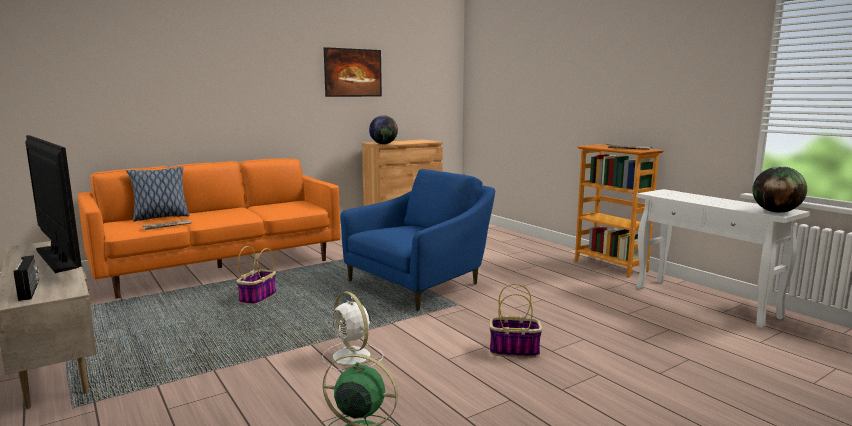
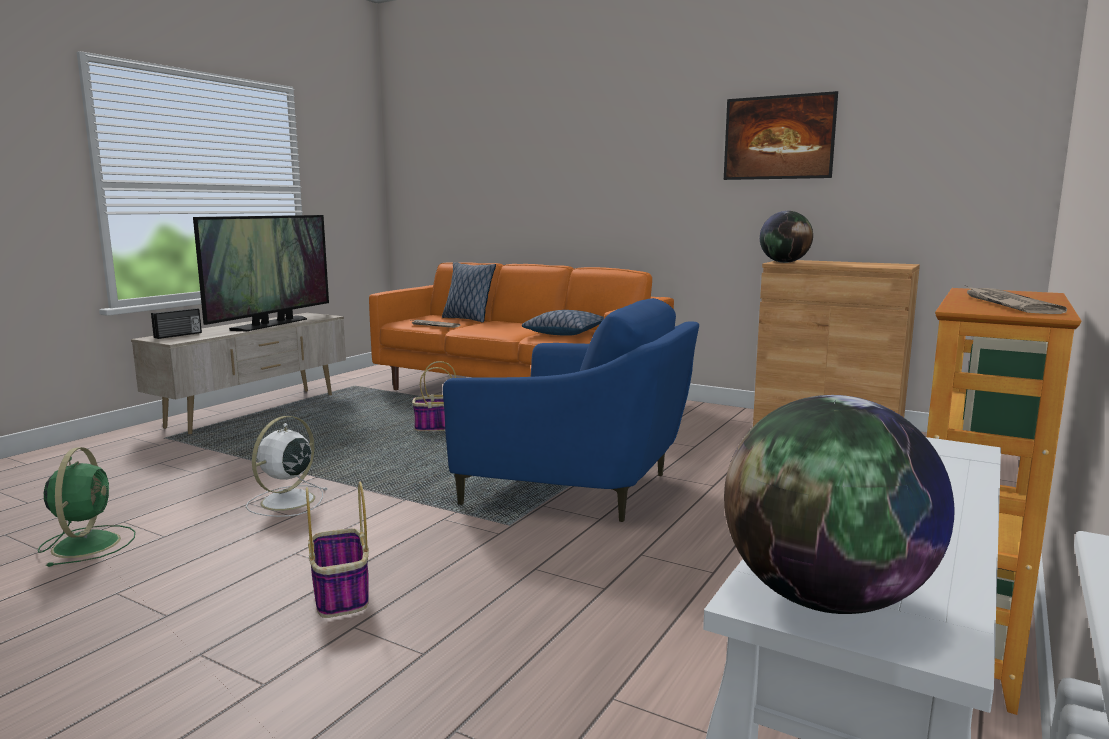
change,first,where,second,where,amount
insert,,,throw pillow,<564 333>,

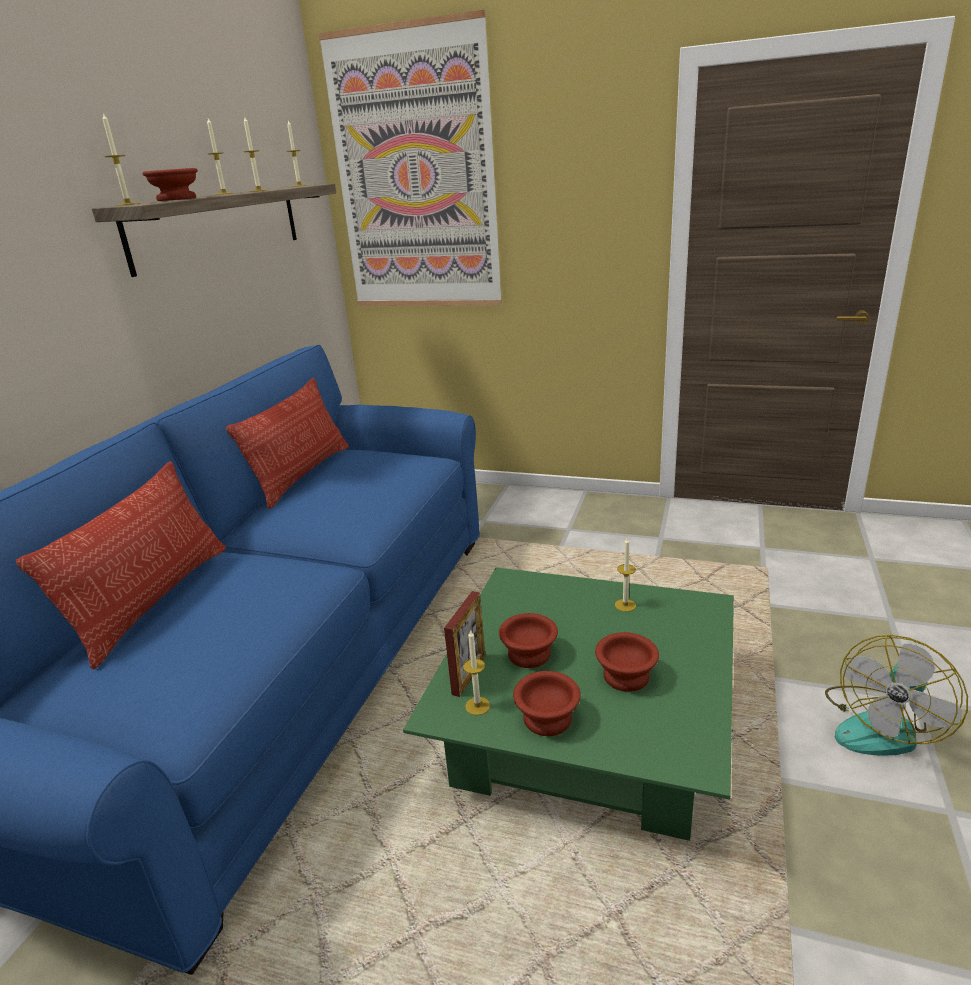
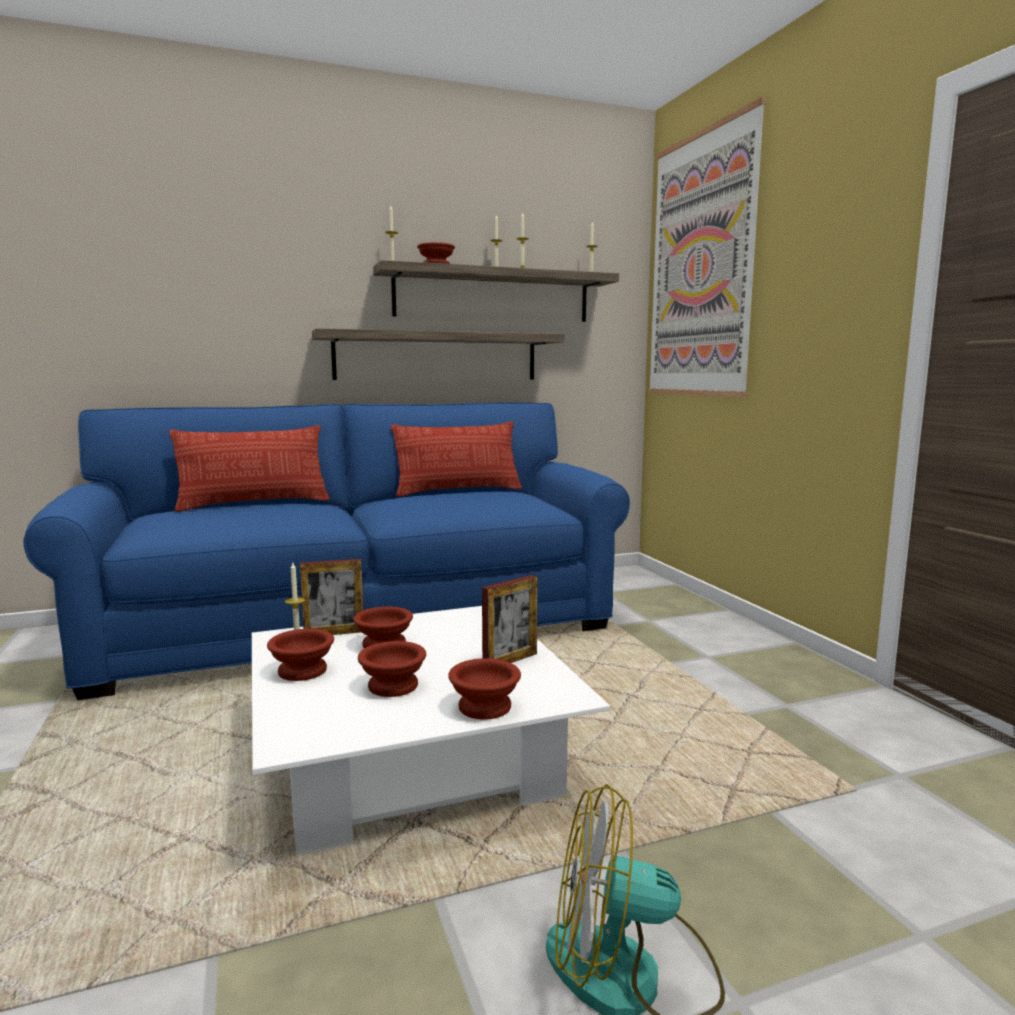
change,first,where,second,where,amount
recolor,lounge table (greenish),<585 725>,lounge table (white),<412 755>,
replace,wax light,<625 605>,photo frame,<510 661>,
insert,,,wall shelf,<437 356>,
insert,,,deep dish (brown),<487 707>,

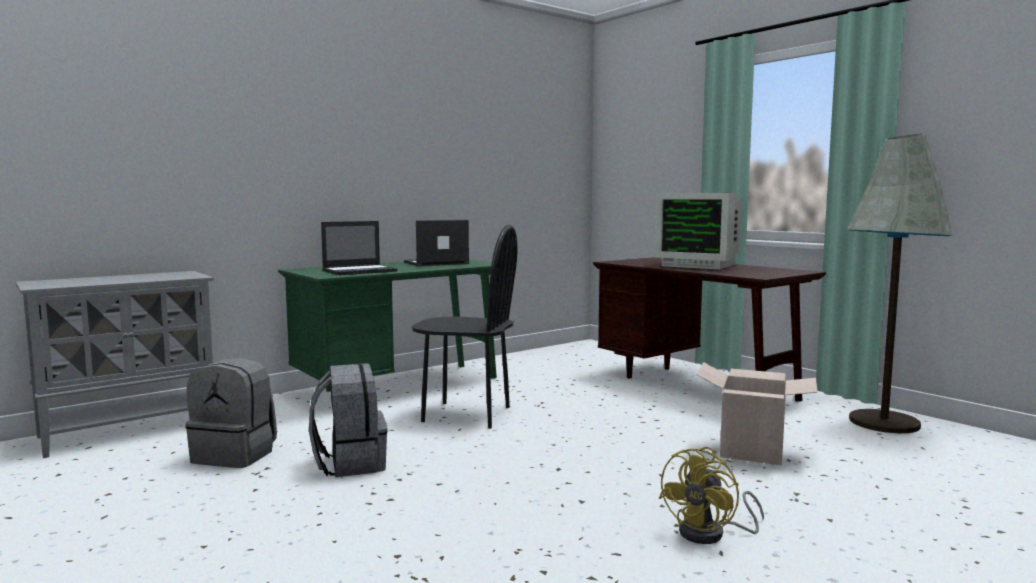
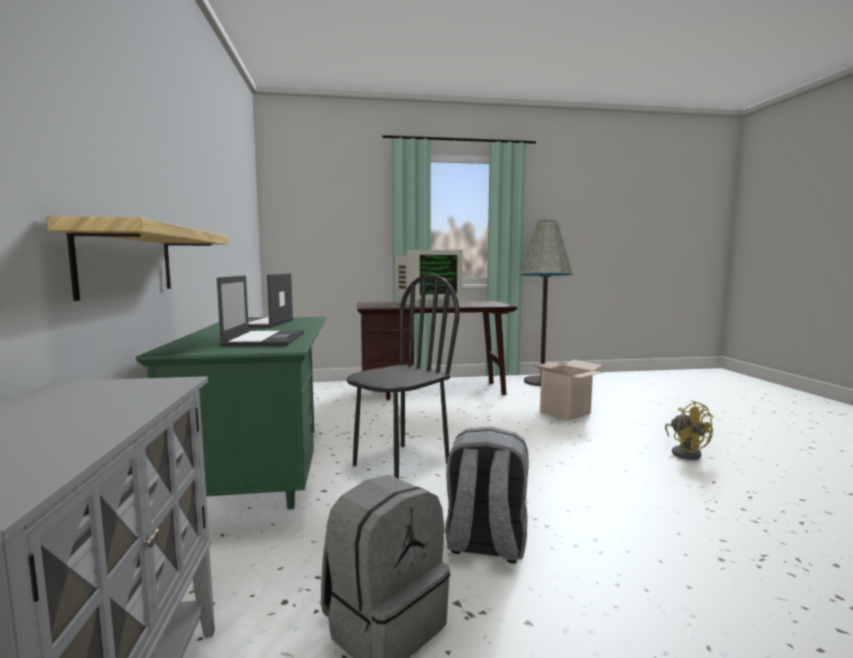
change,first,where,second,where,amount
insert,,,wall shelf,<128 261>,

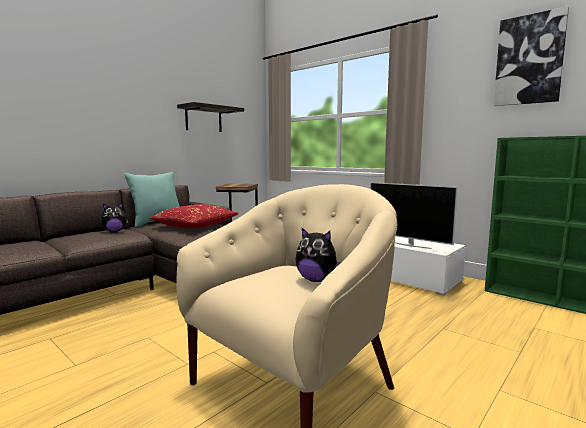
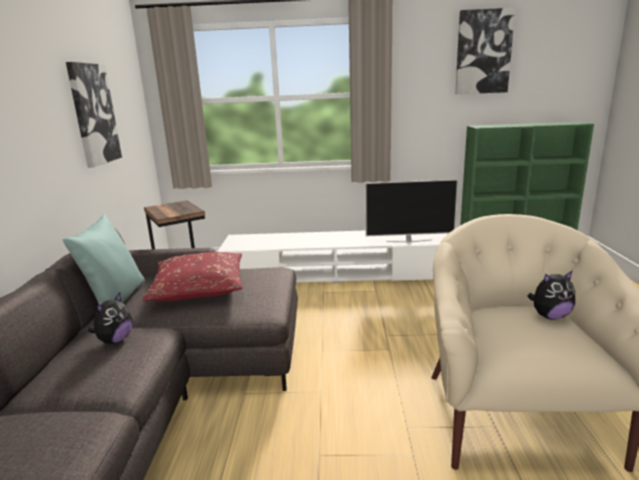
change,first,where,second,where,amount
replace,wall shelf,<203 119>,wall art,<93 114>,

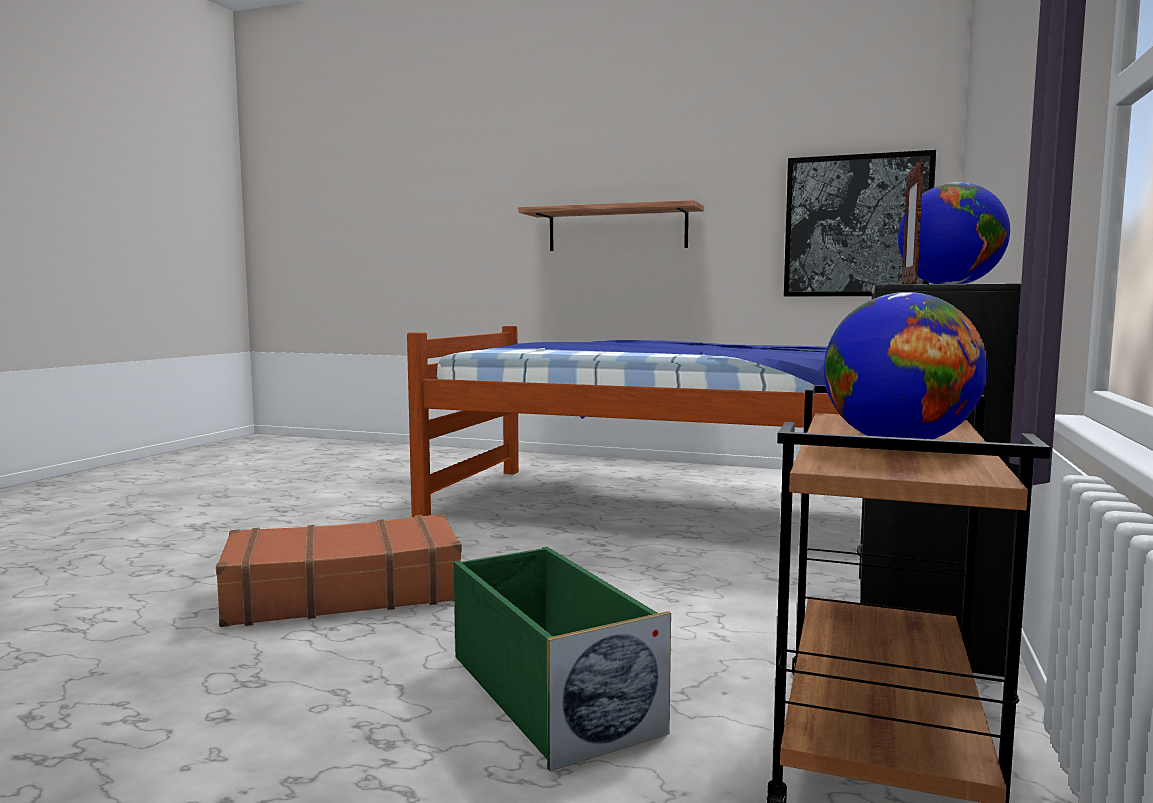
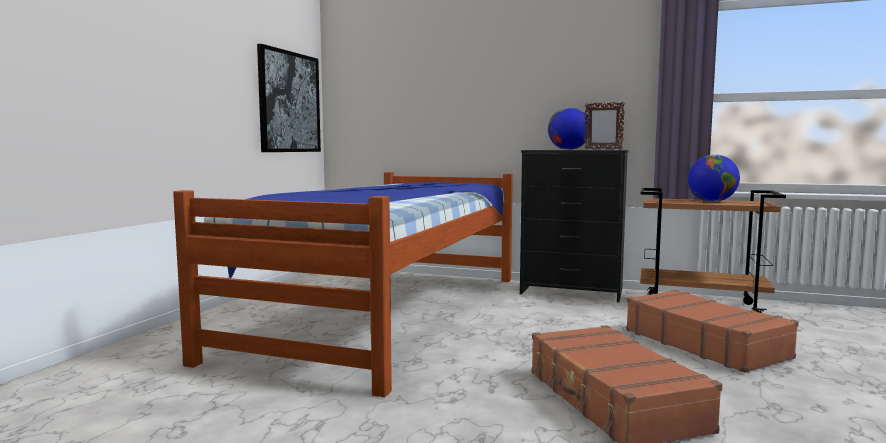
change,first,where,second,where,amount
replace,storage box (greenish),<548 692>,travel case (brown),<705 344>,
delete,wall shelf,<617 229>,,,

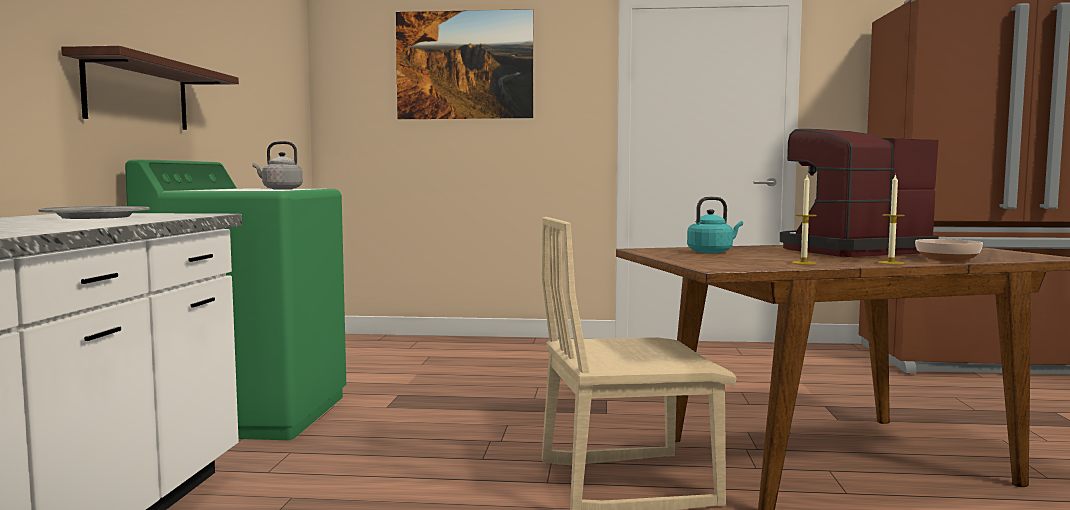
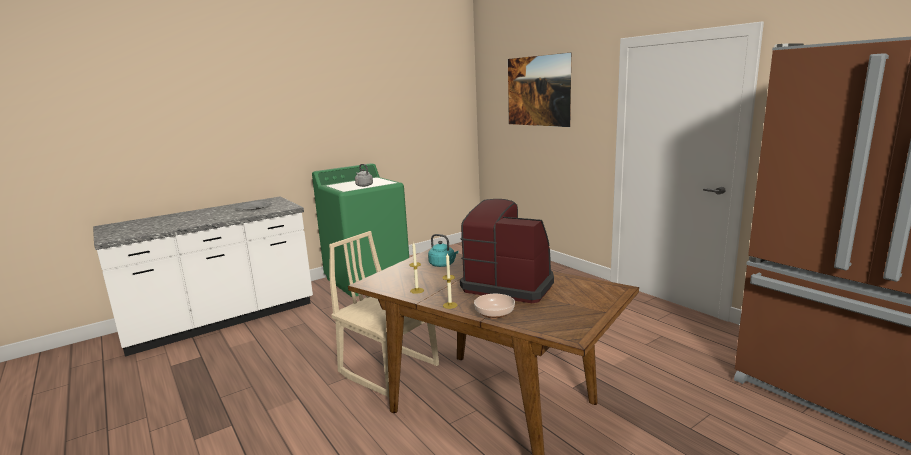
change,first,where,second,where,amount
delete,wall shelf,<137 94>,,,

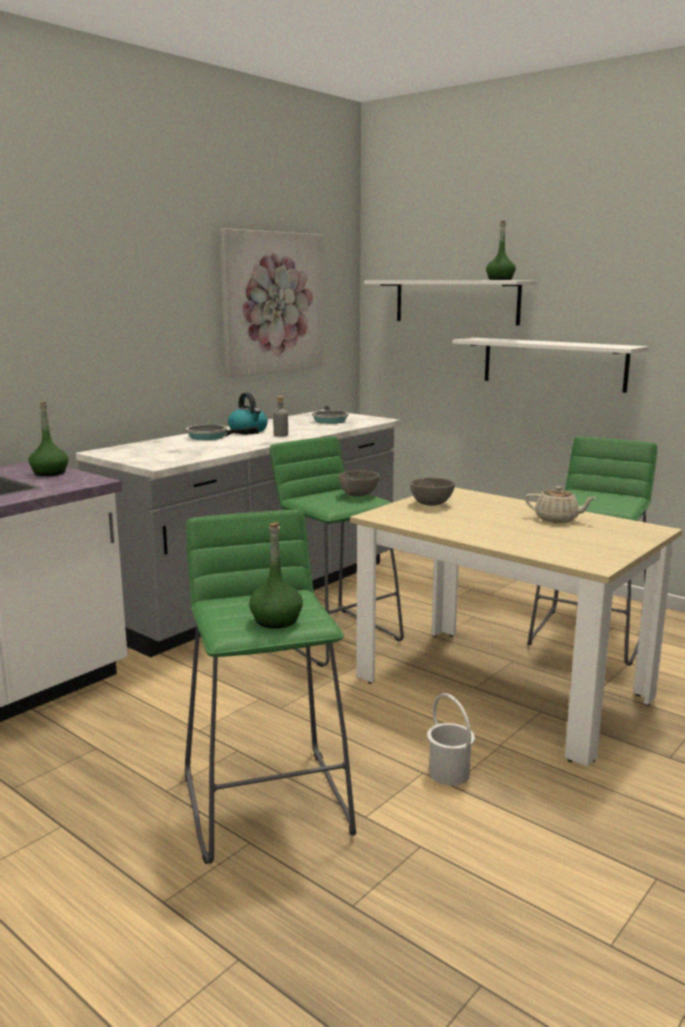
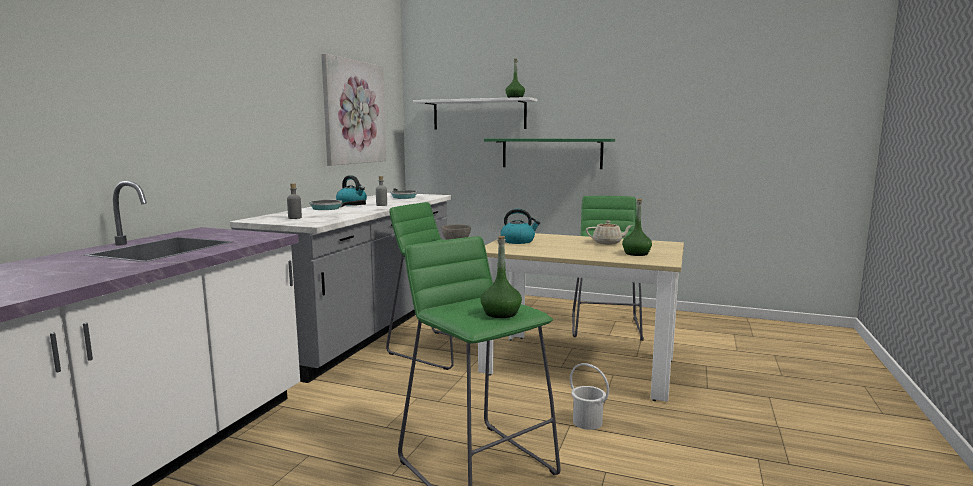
change,first,where,second,where,amount
move,bottle (greenish),<49 473>,,<636 254>,
replace,deep dish (grey),<431 504>,kettle,<518 241>,
recolor,wall shelf (white),<553 364>,wall shelf (greenish),<551 153>,
insert,,,bottle (grey),<295 218>,

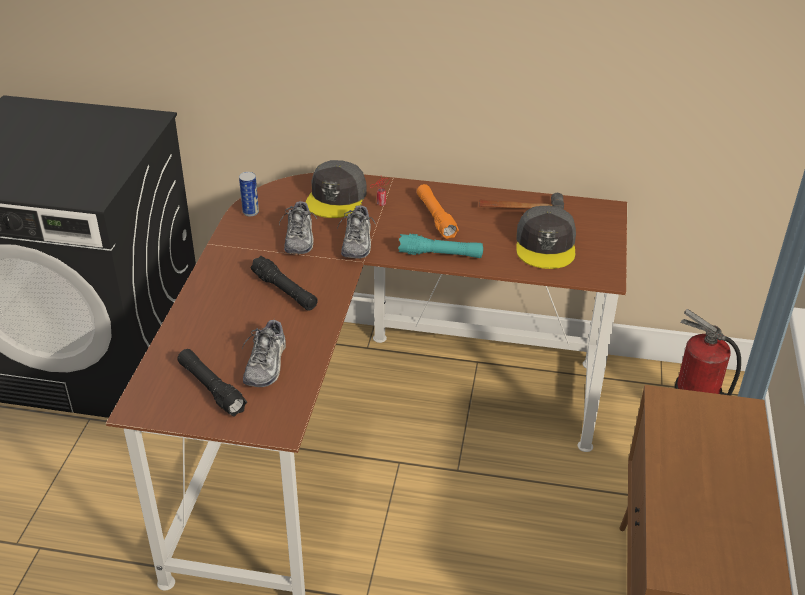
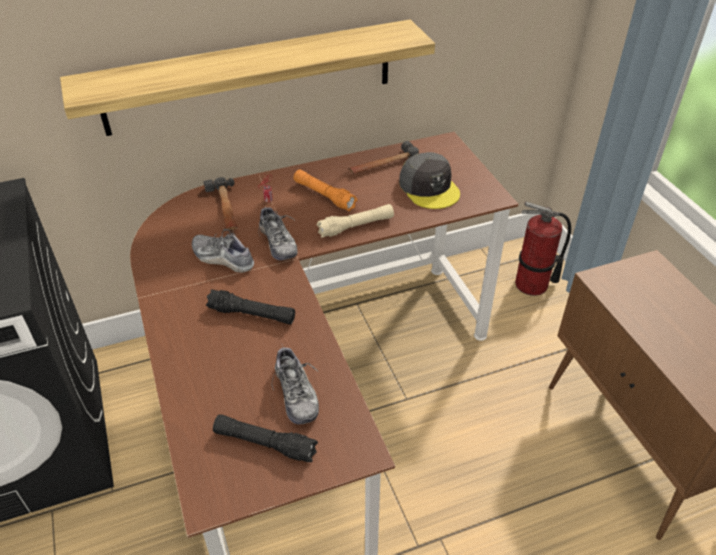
change,first,where,second,where,amount
delete,sealed can,<250 212>,,,
rotate,item of footwear,<299 238>,,<223 258>,150 degrees clockwise
replace,baseball cap (grey),<337 198>,hammer,<224 208>,
recolor,hand torch (turquoise-coloured),<440 254>,hand torch (beige),<356 226>,
insert,,,wall shelf,<250 77>,

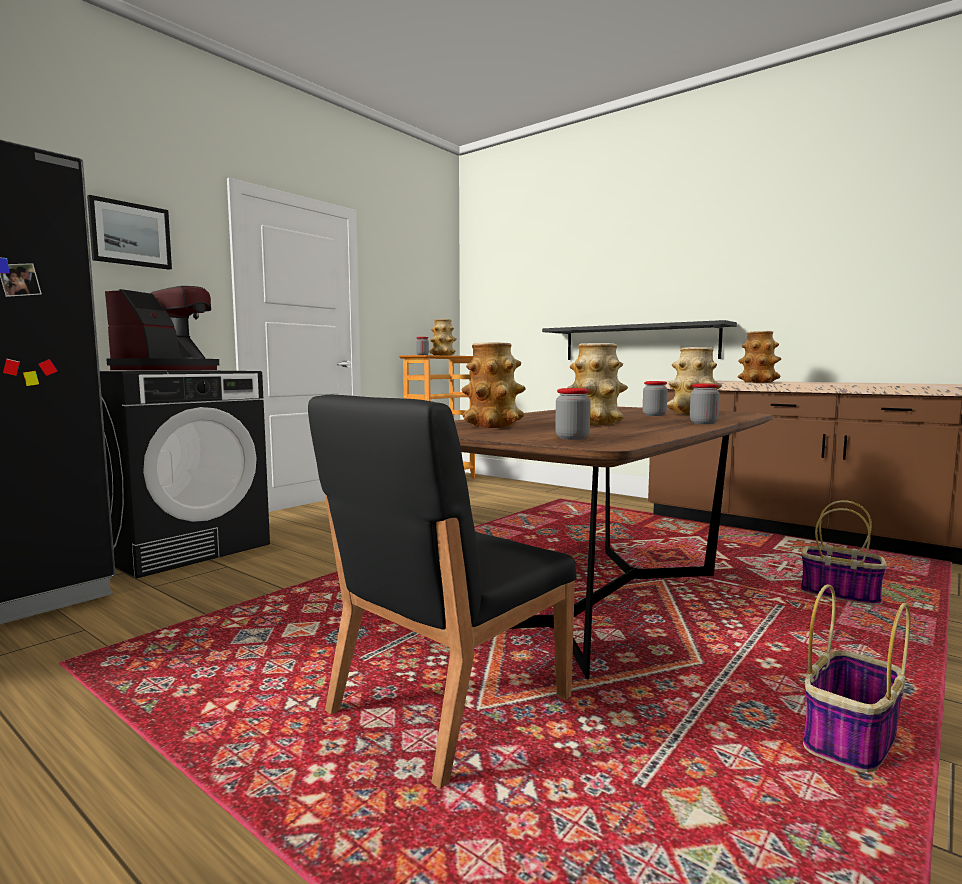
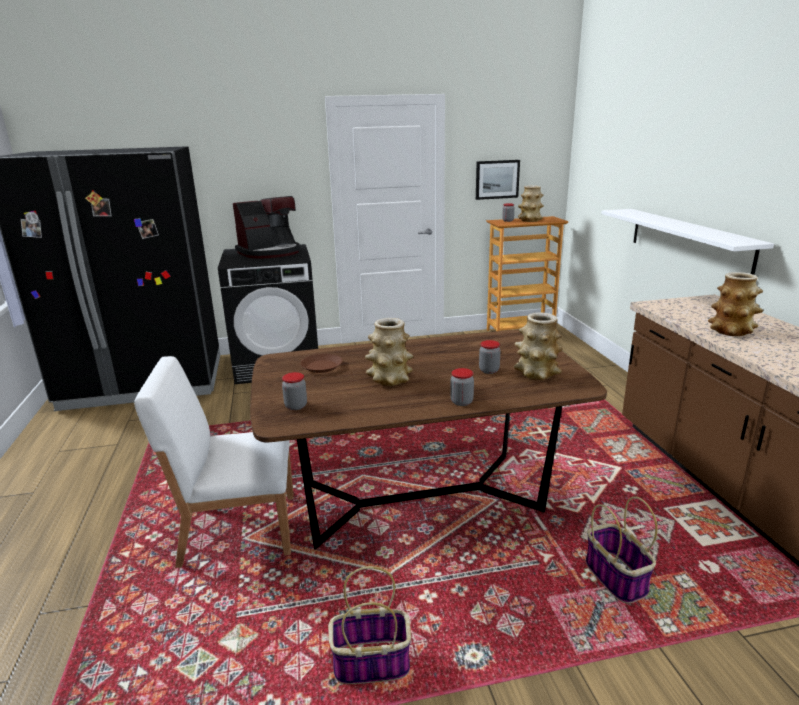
change,first,where,second,where,amount
move,wall art,<130 234>,,<497 179>,
recolor,chair (blackish),<446 706>,chair (white),<237 529>,
replace,vase,<493 425>,dinner plate (brown),<322 366>,
recolor,wall shelf (blackish),<639 343>,wall shelf (white),<688 241>,

